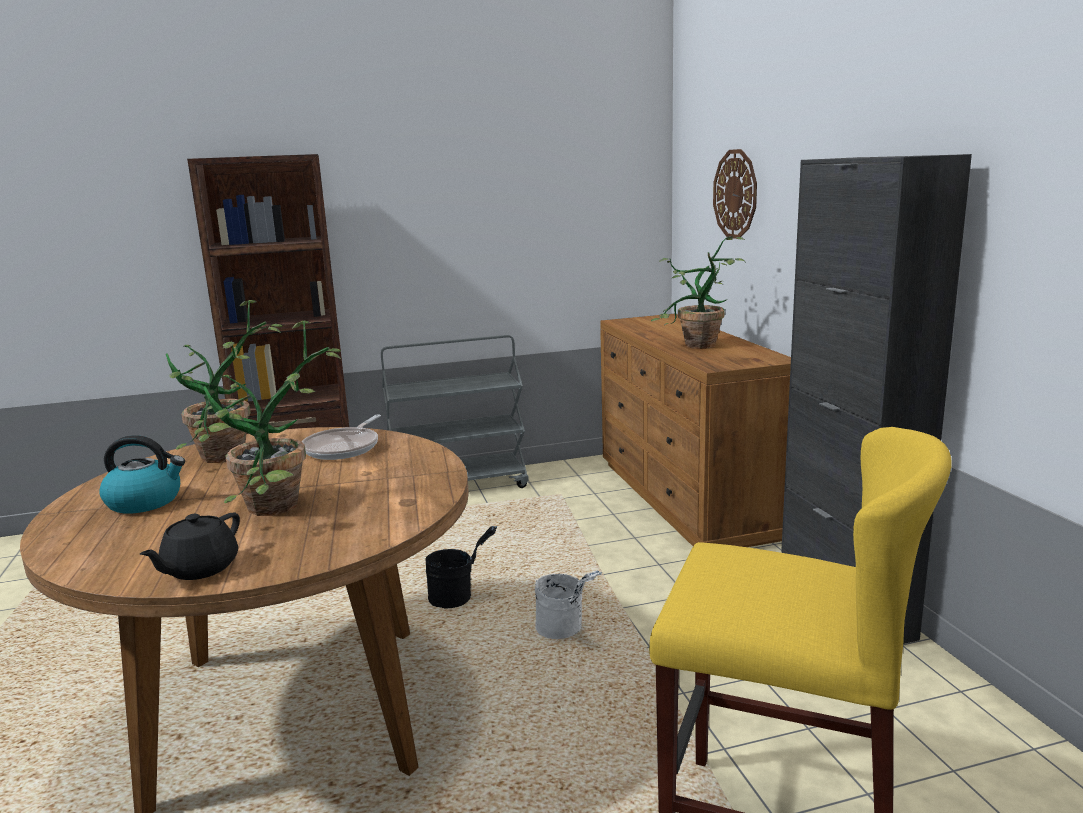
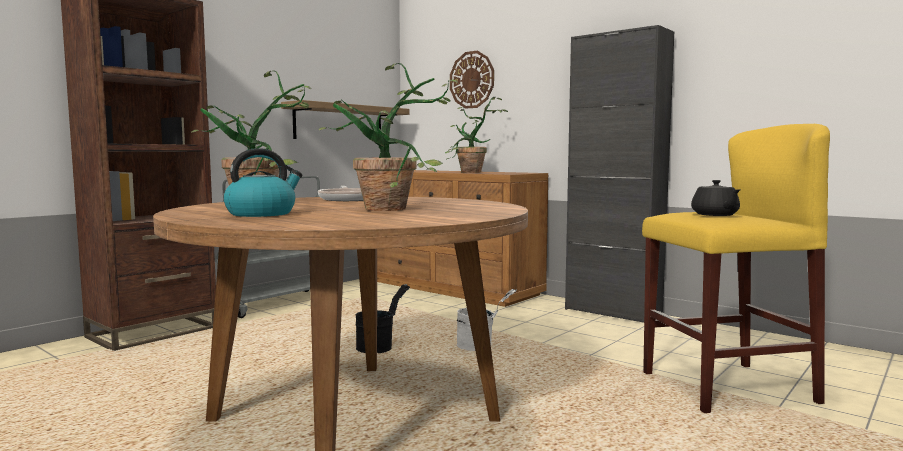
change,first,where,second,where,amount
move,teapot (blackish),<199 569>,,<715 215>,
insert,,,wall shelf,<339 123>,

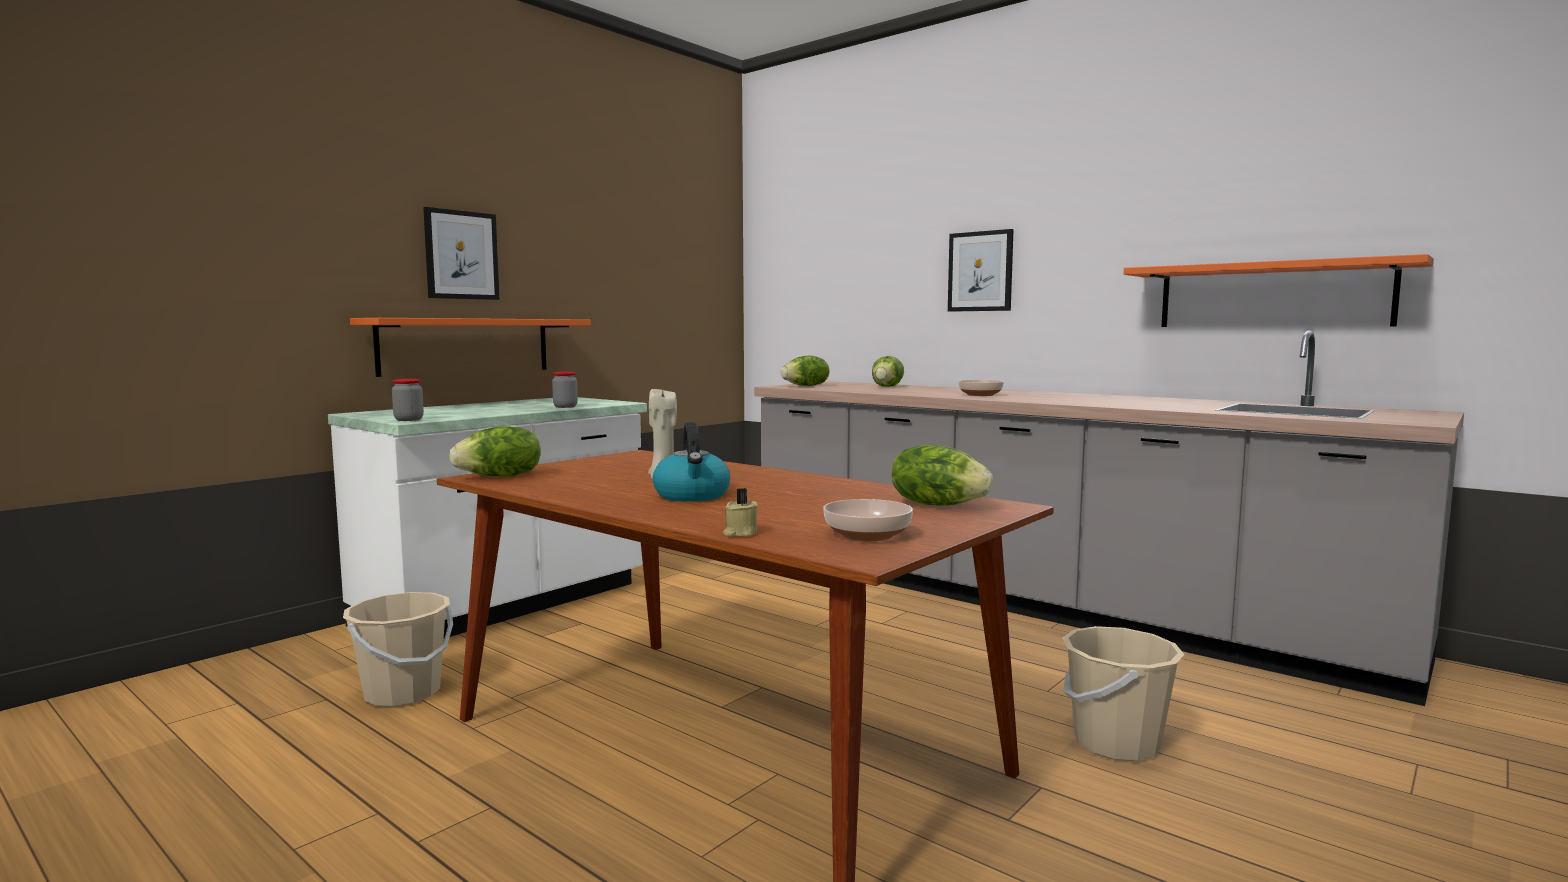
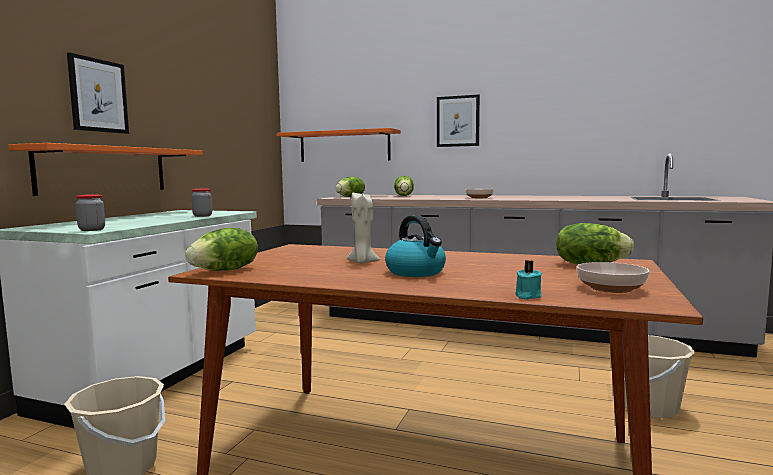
change,first,where,second,where,amount
recolor,wax light (beige),<740 533>,wax light (turquoise-coloured),<527 296>,
move,wall shelf (orange-coloured),<1272 296>,,<344 146>,

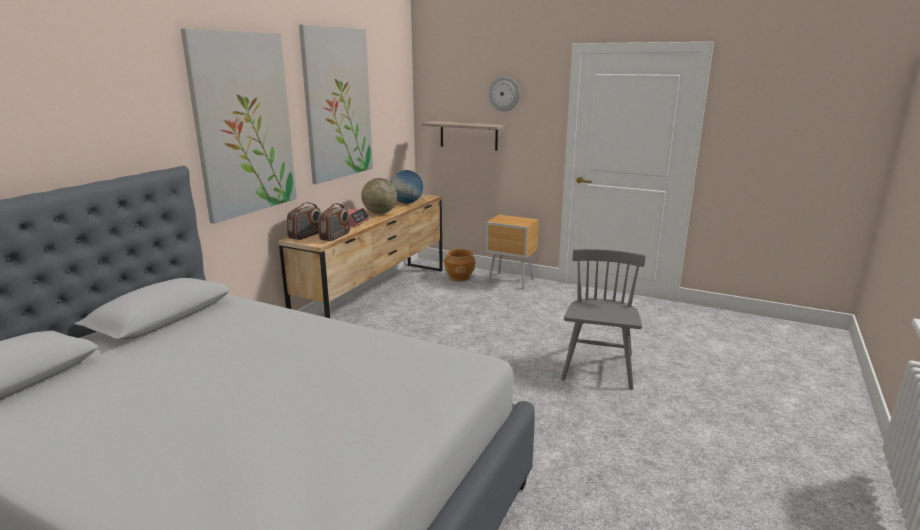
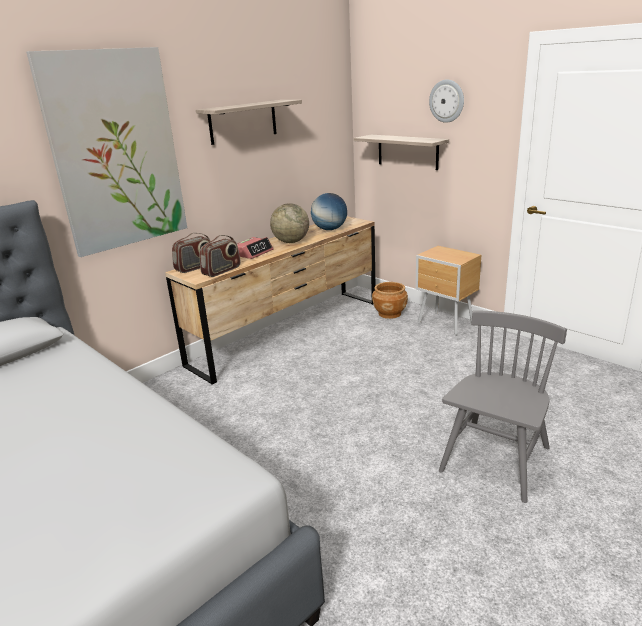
change,first,where,second,where,amount
replace,wall art,<338 104>,wall shelf,<243 122>,

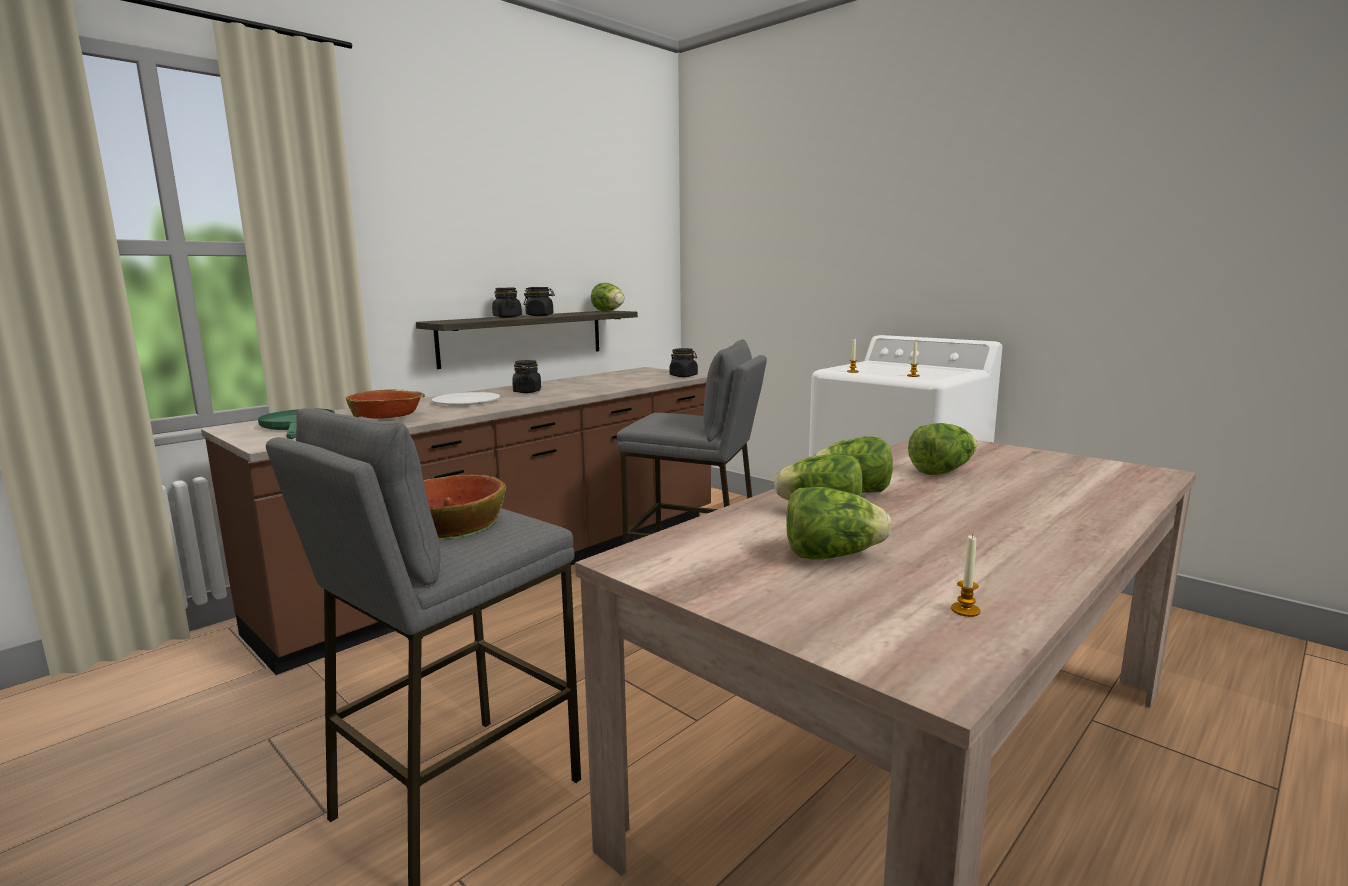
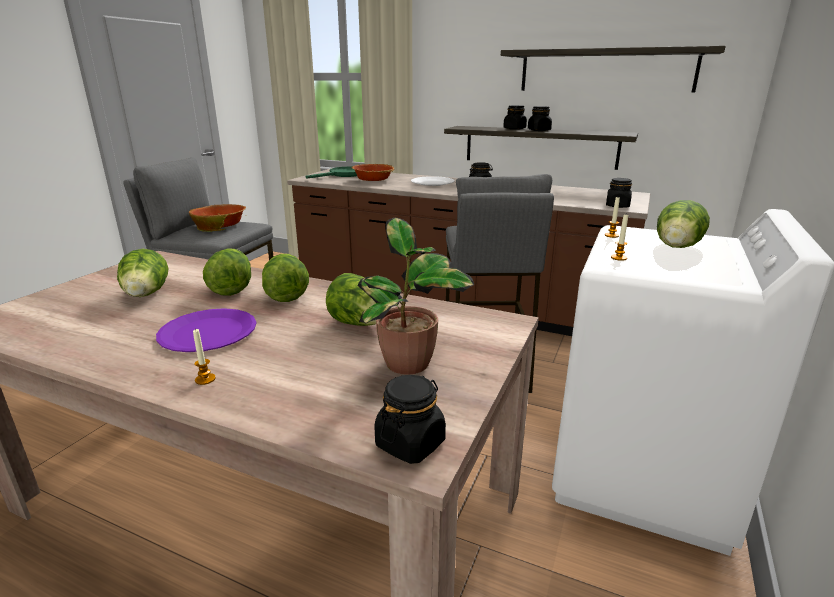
change,first,where,second,where,amount
move,lettuce,<609 311>,,<676 248>,
move,wax light,<965 610>,,<205 379>,
insert,,,dinner plate (purple-coloured),<208 332>,
insert,,,plant in a pot,<409 365>,
insert,,,jar (blackish),<410 443>,
insert,,,wall shelf,<605 71>,

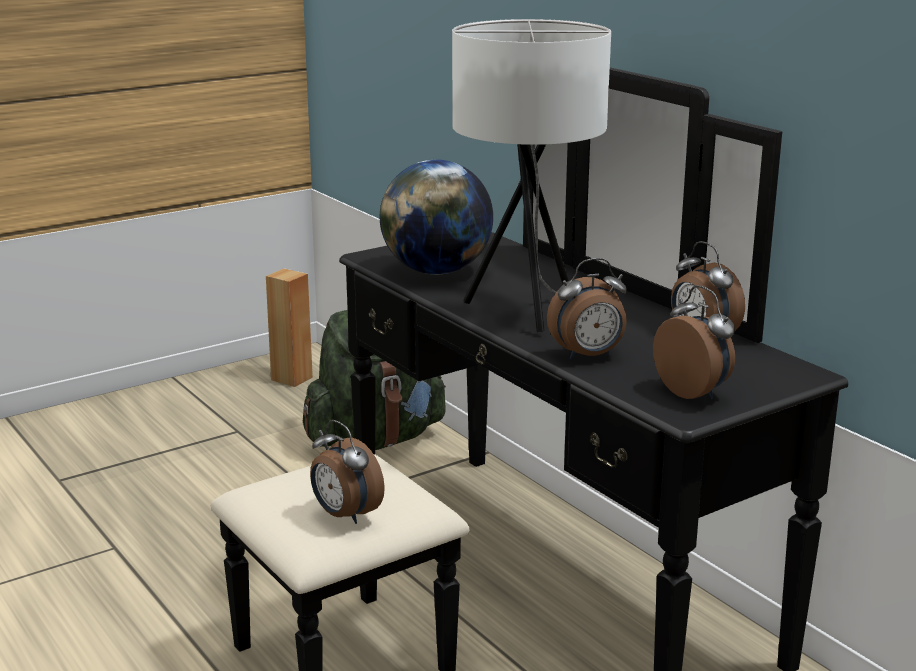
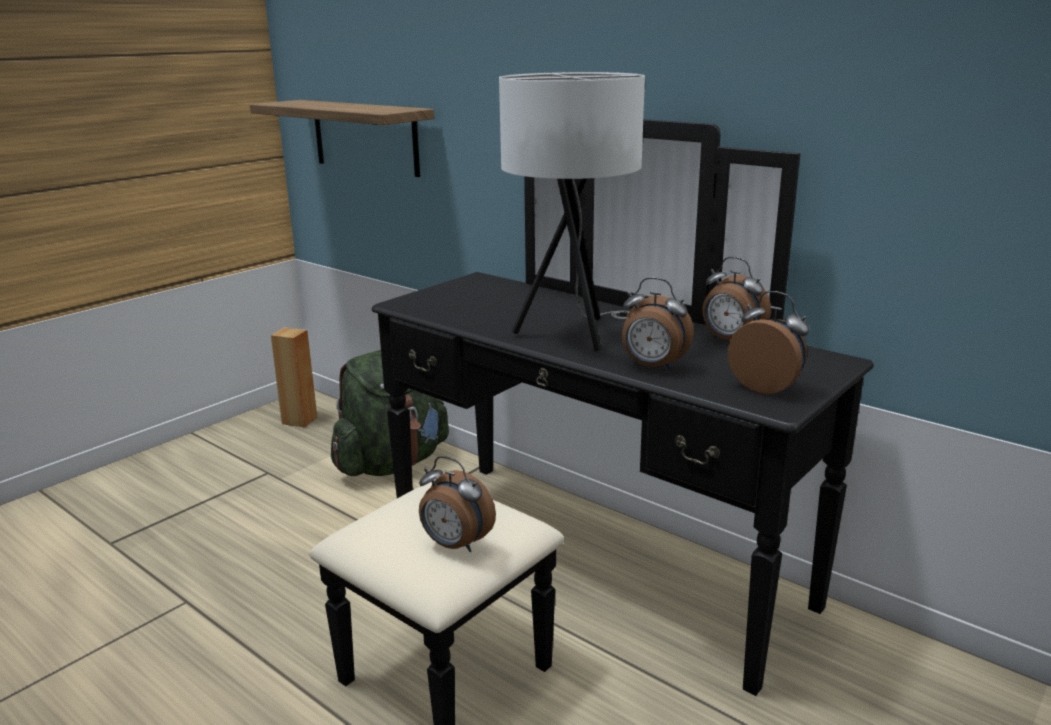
change,first,where,second,where,amount
delete,desk globe,<436 271>,,,
rotate,alarm clock,<588 356>,,<653 367>,60 degrees clockwise
insert,,,wall shelf,<365 137>,

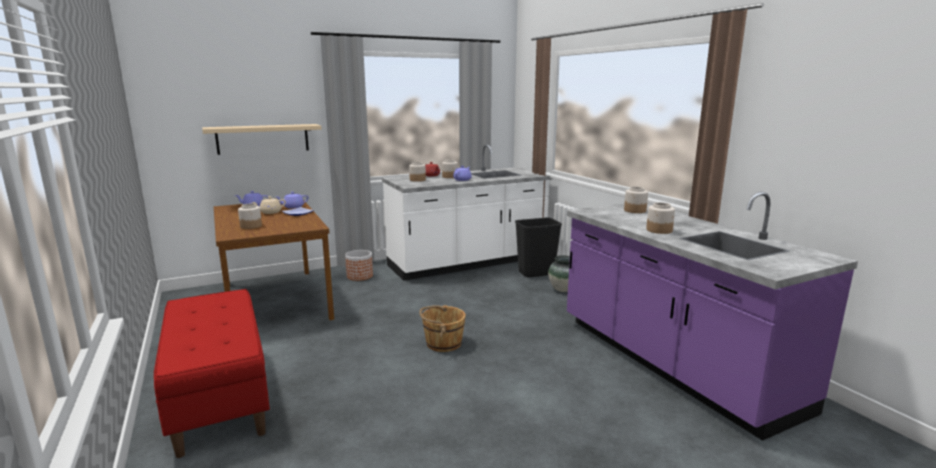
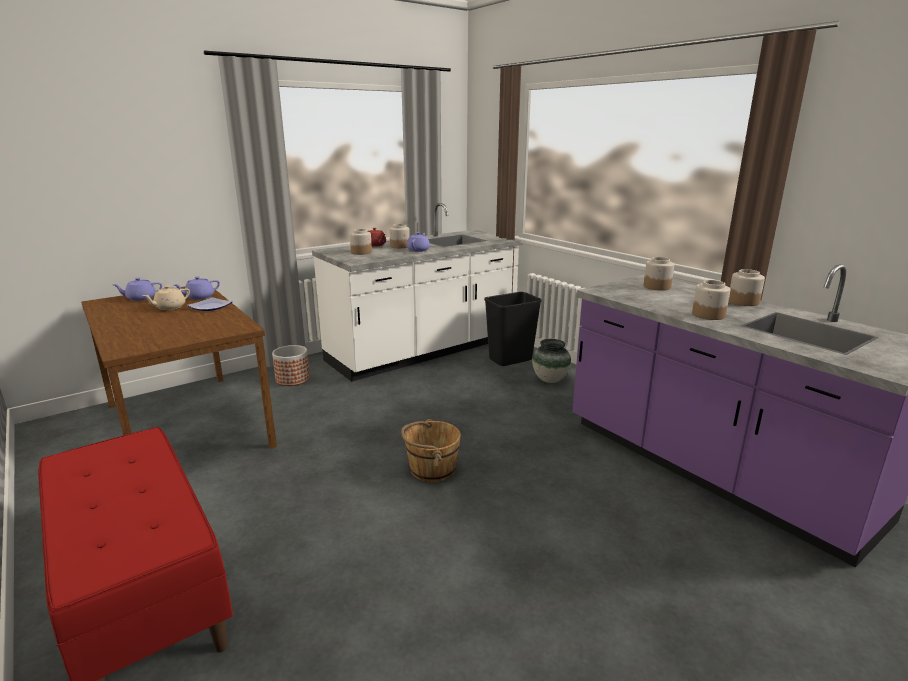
change,first,where,second,where,amount
delete,wall shelf (beige),<263 139>,,,
move,jar,<251 226>,,<743 302>,

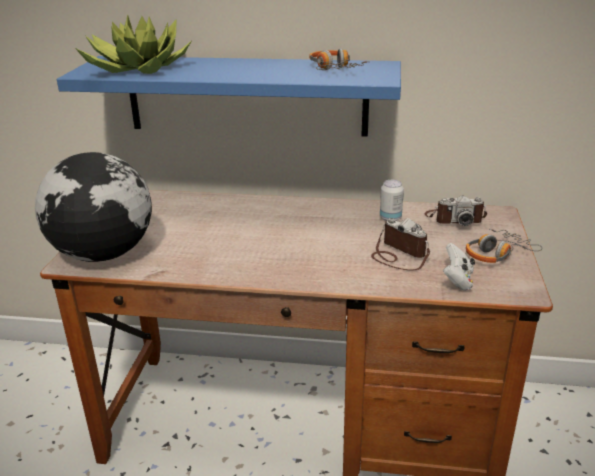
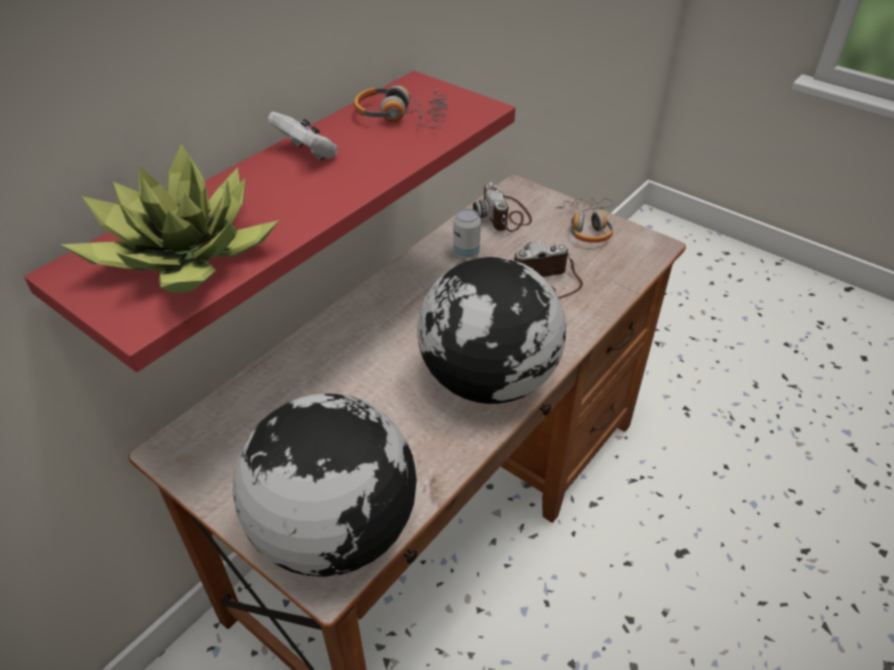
change,first,where,second,where,amount
recolor,wall shelf (blue-coloured),<246 96>,wall shelf (red),<264 205>,
rotate,still camera,<454 218>,,<504 216>,135 degrees clockwise
move,gamepad (white),<457 280>,,<308 154>,
insert,,,desk globe,<488 381>,

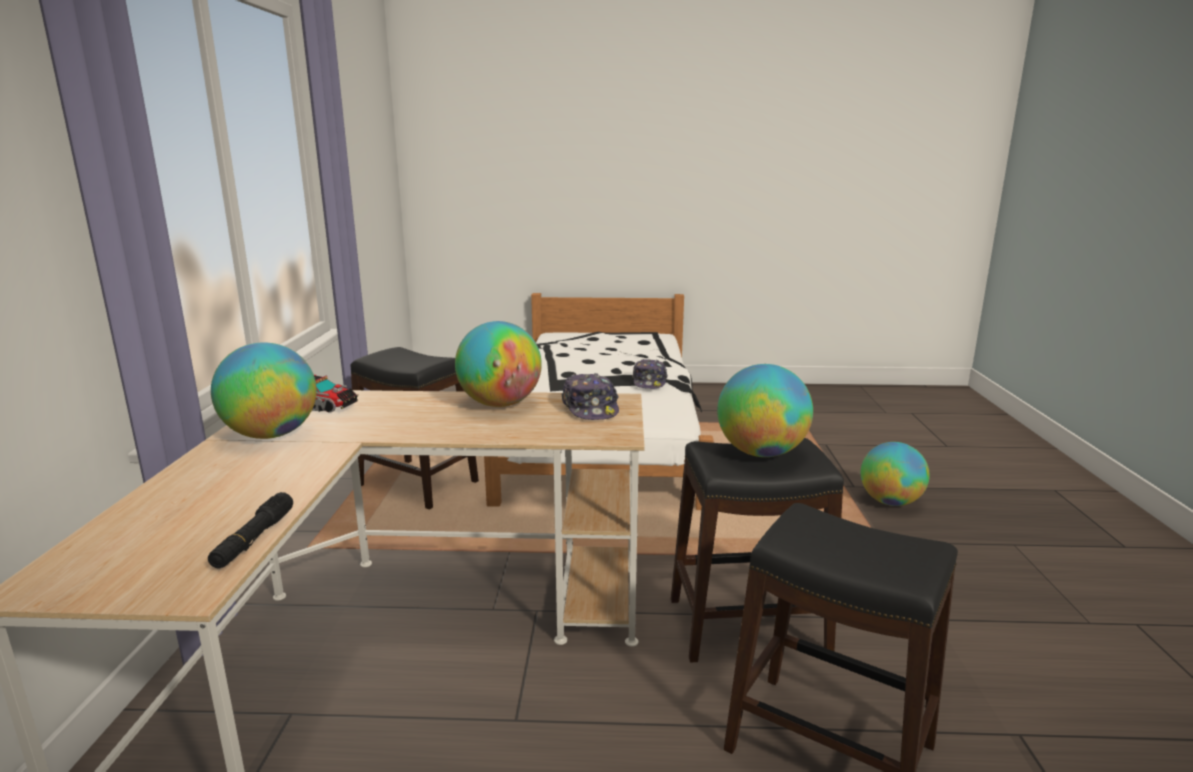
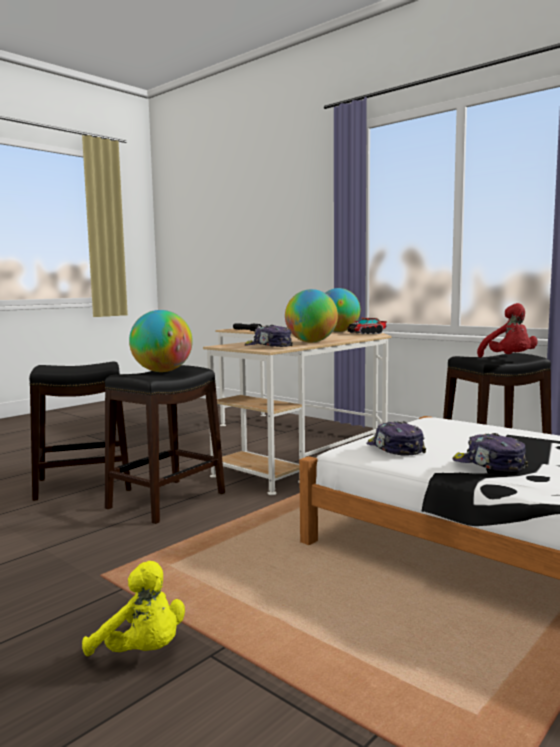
change,first,where,second,where,amount
replace,desk globe,<890 502>,cuddly toy (yellow-coloured),<142 652>,
insert,,,baseball cap,<394 449>,
insert,,,cuddly toy (red),<509 359>,

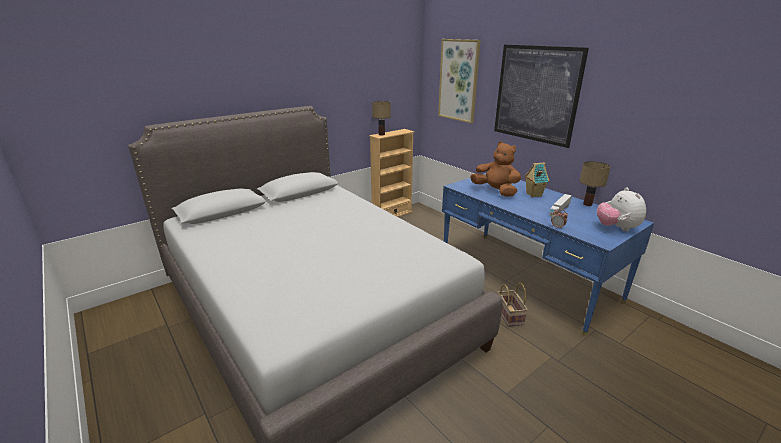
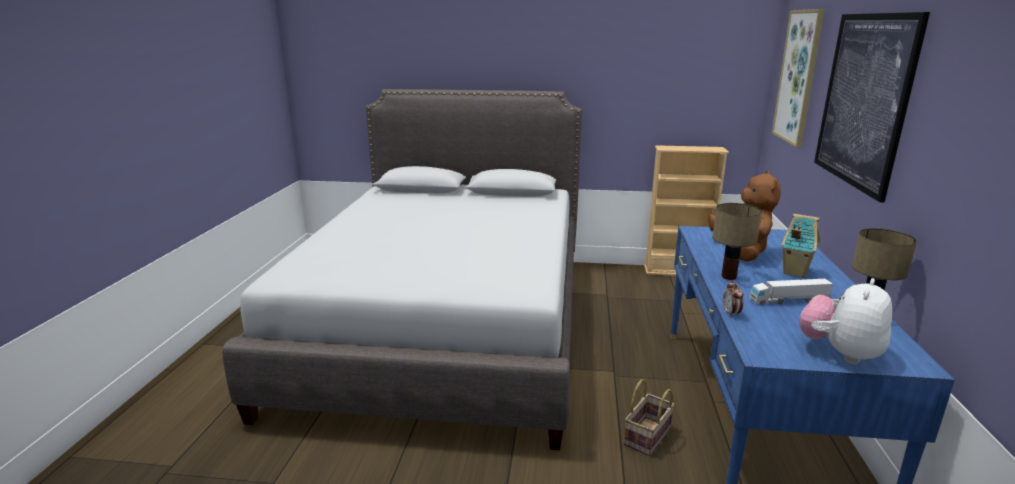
change,first,where,second,where,amount
move,lamp for a table,<382 134>,,<729 277>,

